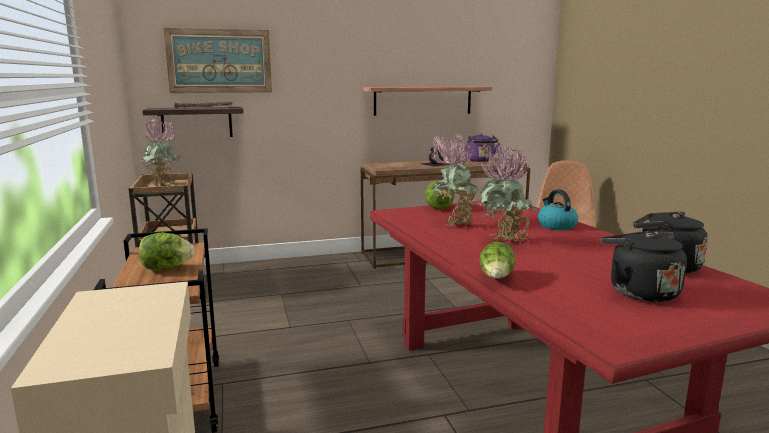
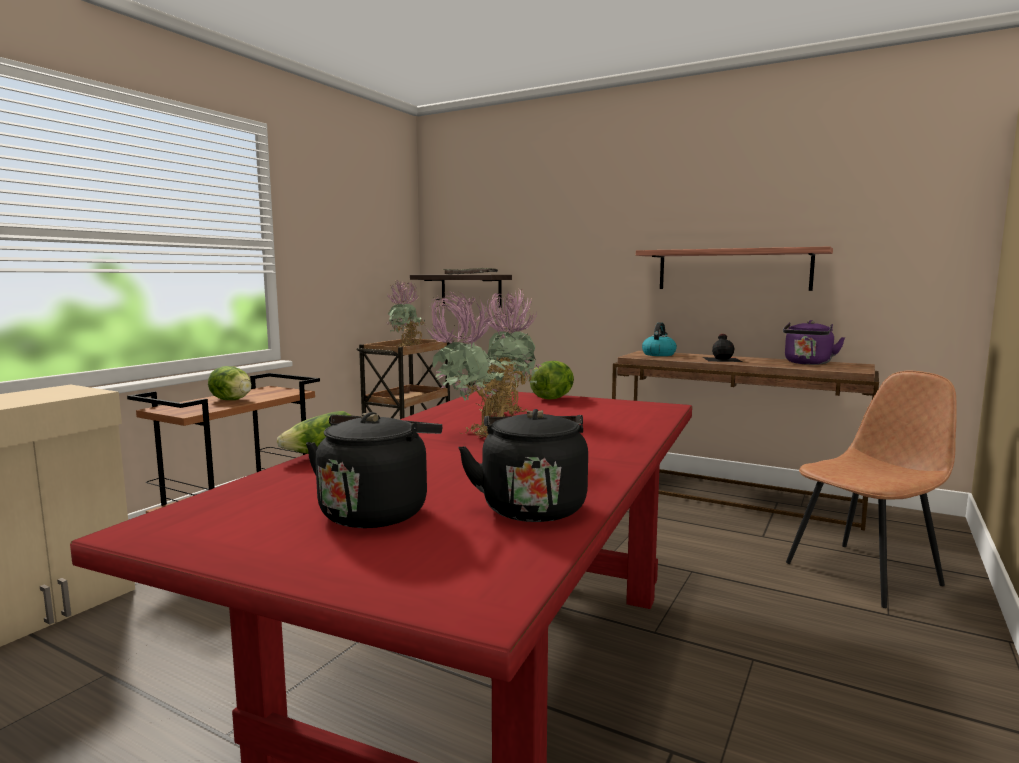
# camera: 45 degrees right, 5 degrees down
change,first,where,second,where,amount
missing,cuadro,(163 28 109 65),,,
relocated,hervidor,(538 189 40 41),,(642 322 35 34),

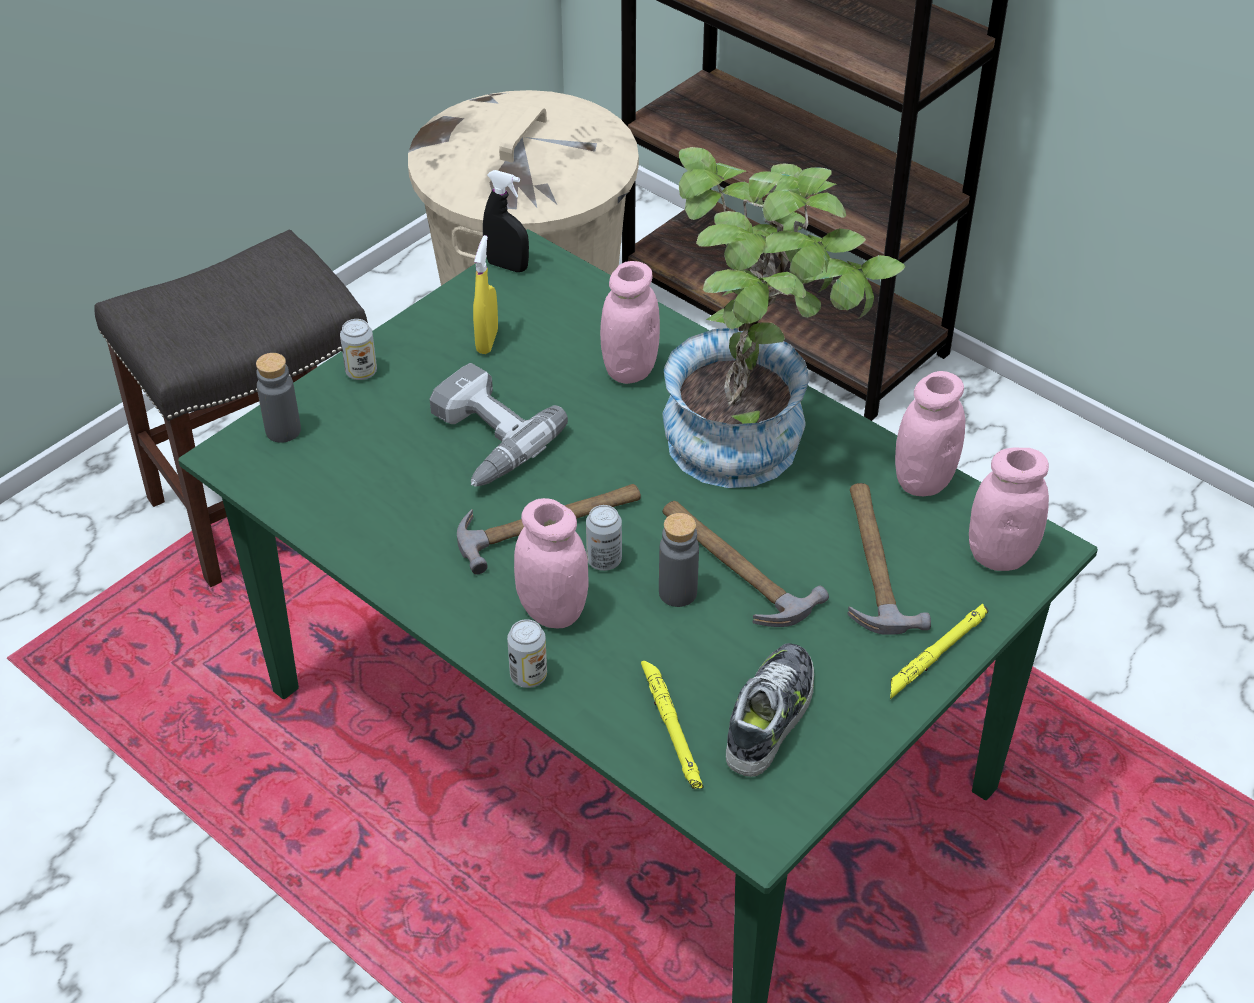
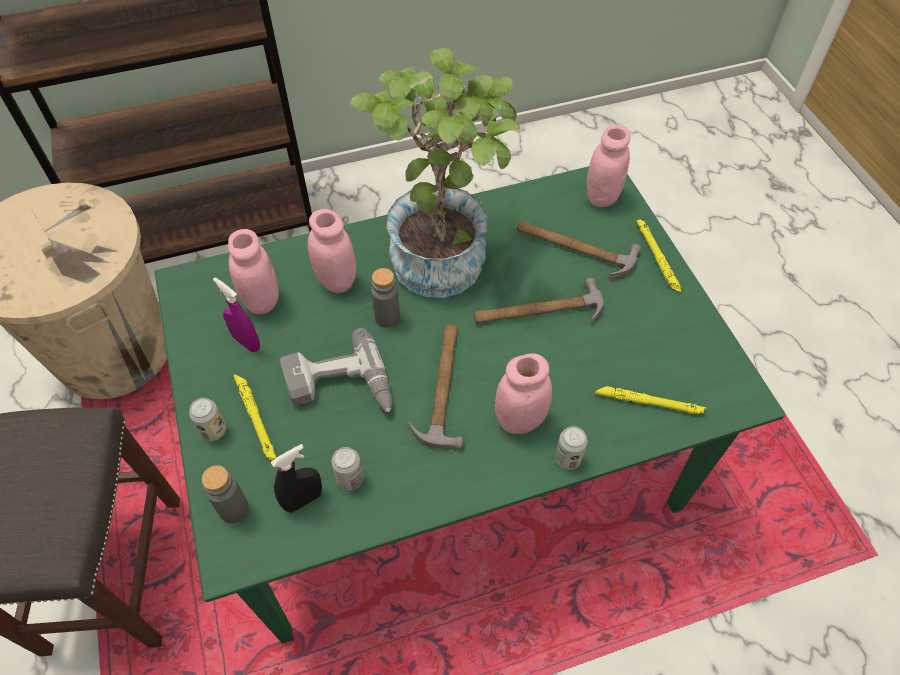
# camera: 60 degrees left, 10 degrees up
change,first,where,second,where,amount
missing,zapato,(726 643 88 134),,,
appeared,,,linterna/amarillo,(233 374 43 88),
relocated,pulverizador/negro,(483 170 46 102),,(271 444 51 69),
relocated,lata,(586 505 36 66),,(331 447 33 44),
relocated,botella/gris,(659 513 40 94),,(371 268 29 60),
relocated,tarro/rosa,(895 371 71 125),,(228 229 51 85),
colour,pulverizador/amarillo,(473 235 25 119),pulverizador/morado,(213 277 47 75),

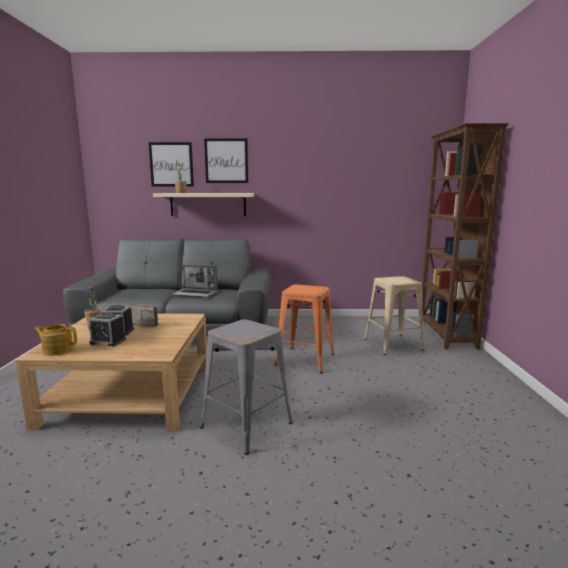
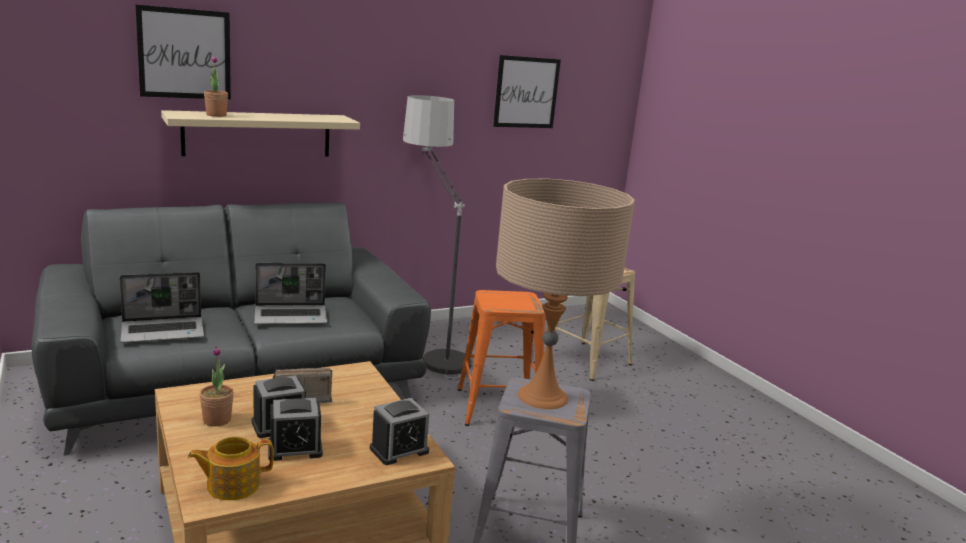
# camera: 30 degrees left, 5 degrees up
change,first,where,second,where,amount
missing,estantería/marrón,(422 123 87 227),,,
appeared,,,portátil,(119 272 85 71),
appeared,,,despertador,(370 398 59 67),
appeared,,,lámpara de pie,(403 95 69 283),
appeared,,,lámpara de mesa/beis,(496 179 139 230),
relocated,cuadro,(204 138 44 45),,(493 55 68 73),

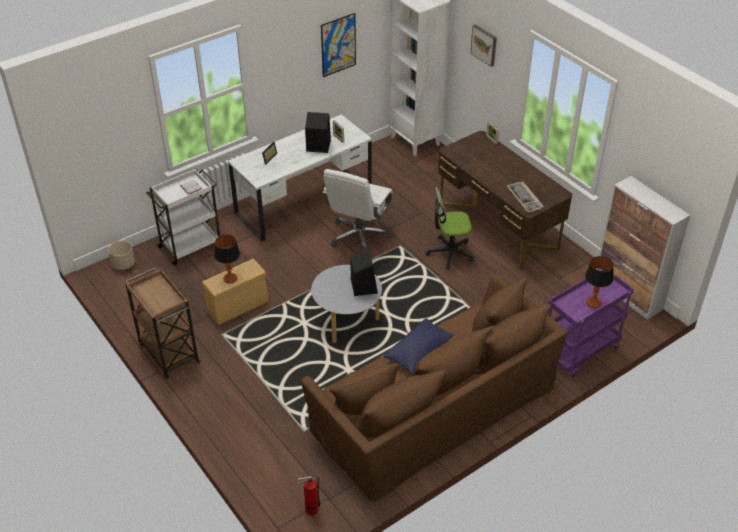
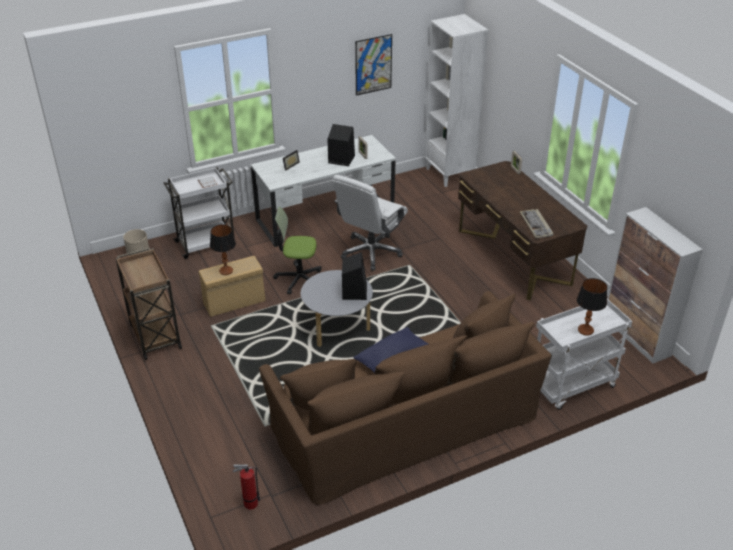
# camera: 10 degrees right, 5 degrees down
change,first,where,second,where,amount
missing,cuadro,(470 24 27 43),,,
relocated,silla de oficina,(425 187 49 83),,(273 207 49 88),
colour,carrito/morado,(548 269 86 108),carrito/blanco,(536 299 96 111),

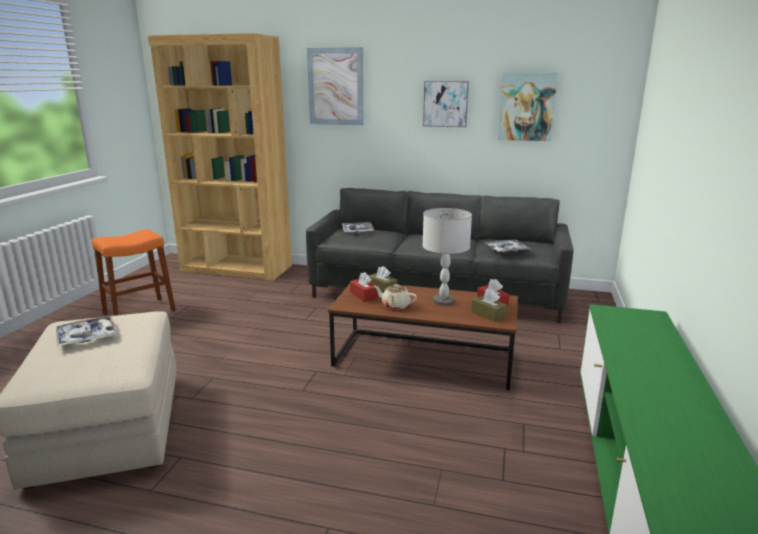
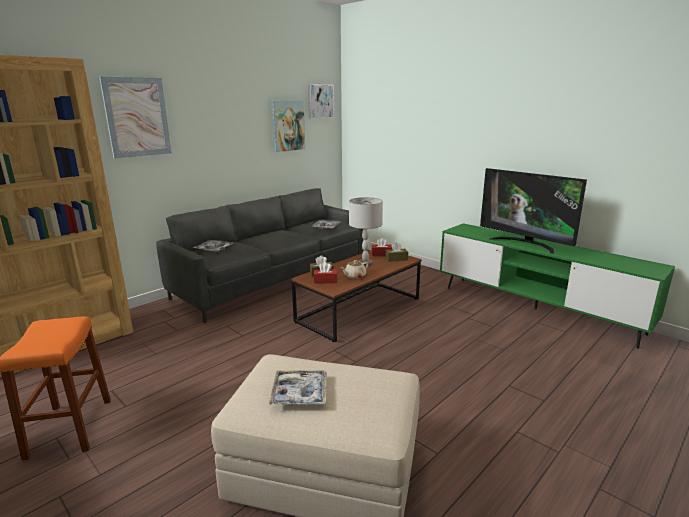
# camera: 60 degrees left, 0 degrees up
change,first,where,second,where,amount
appeared,,,televisor,(480 168 107 86),
relocated,cuadro,(423 81 46 46),,(308 84 26 35),

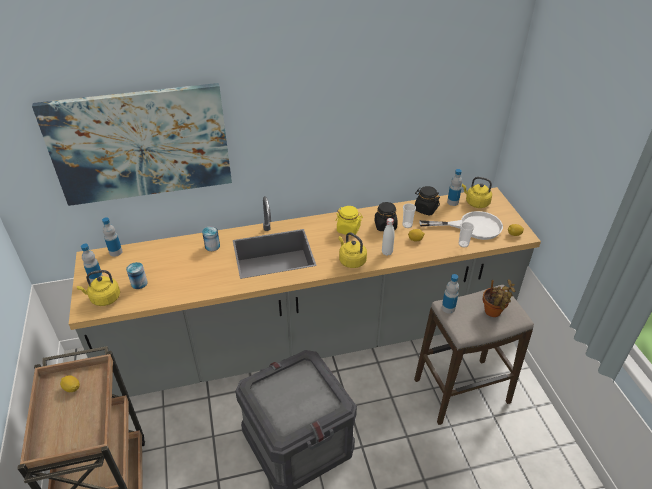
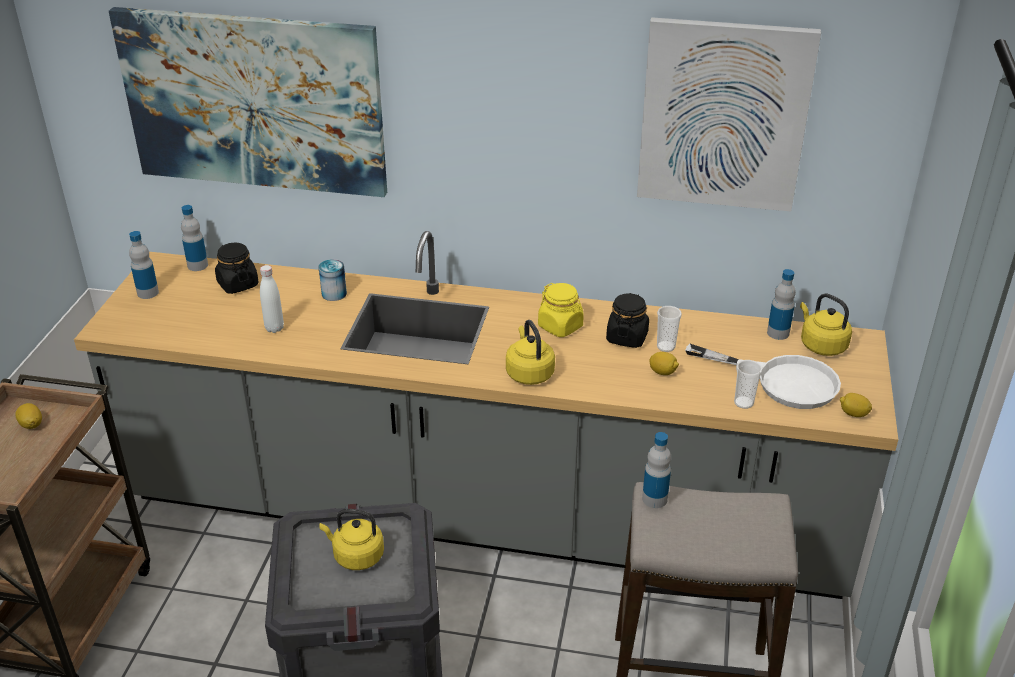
# camera: 25 degrees right, 5 degrees down
change,first,where,second,where,amount
missing,lata,(126 262 22 27),,,
missing,planta en maceta,(483 279 32 38),,,
appeared,,,cuadro,(637 17 184 194),
relocated,hervidor/amarillo,(77 270 43 36),,(319 509 65 61),
relocated,botella/blanco,(382 218 13 38),,(260 265 24 68),
relocated,tarro/negro,(415 186 25 29),,(215 243 44 51),

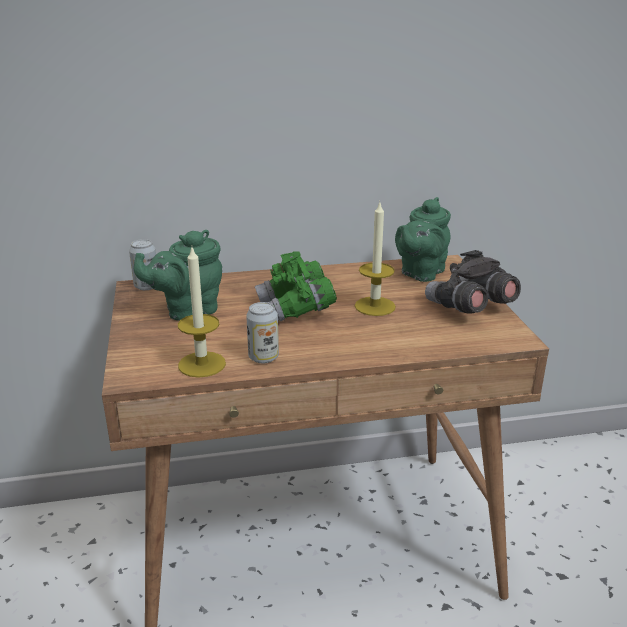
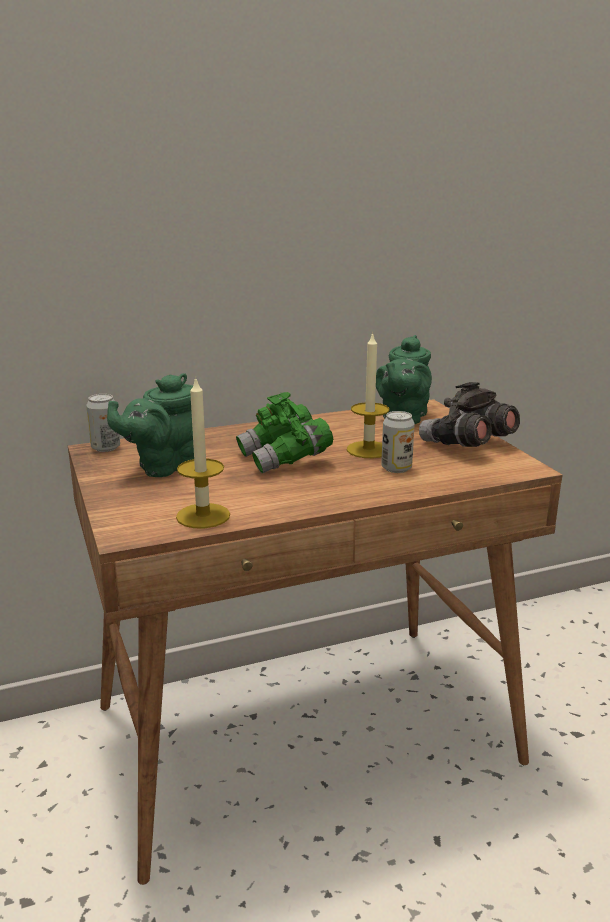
# camera: 10 degrees left, 5 degrees down
change,first,where,second,where,amount
relocated,lata,(246 302 33 61),,(381 411 34 62),

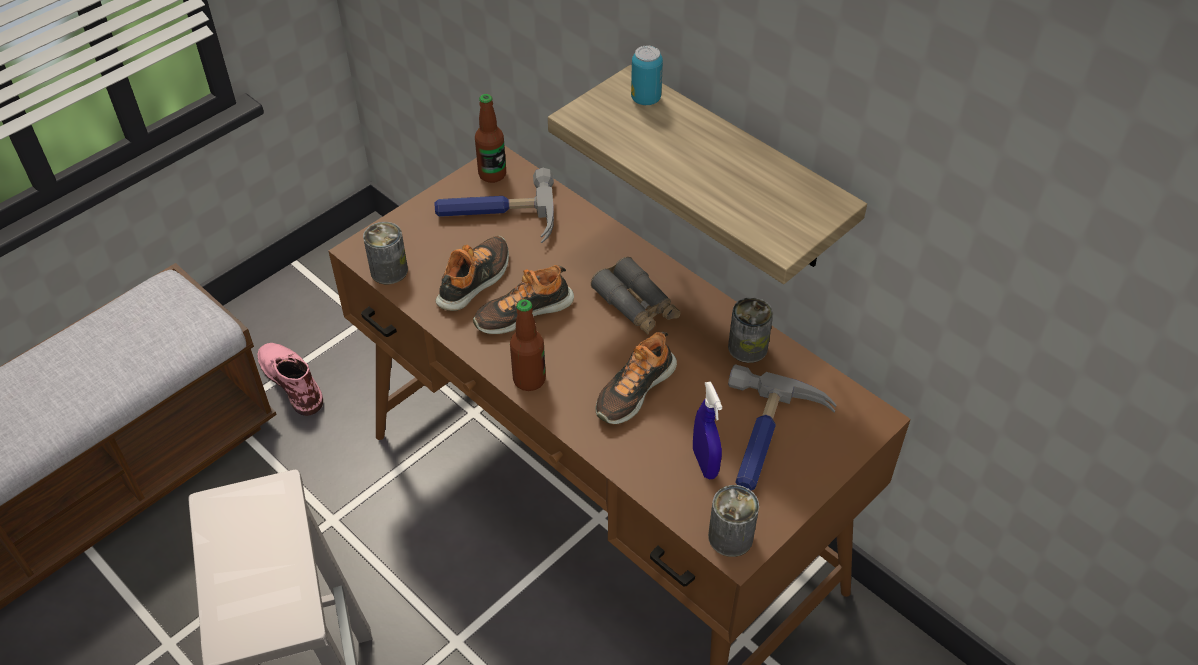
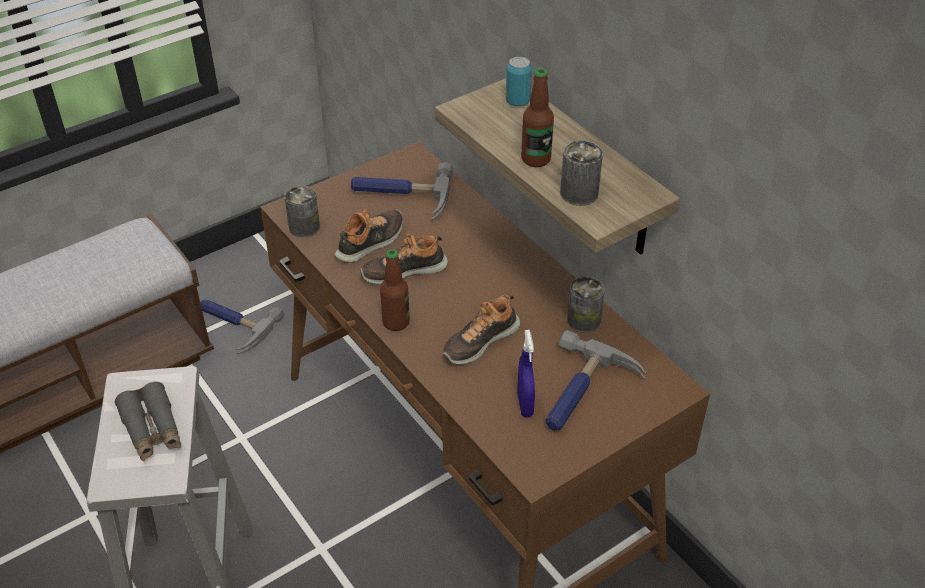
# camera: 10 degrees right, 5 degrees down
change,first,where,second,where,amount
relocated,botella,(475 94 31 89),,(521 68 33 99),
relocated,prismáticos/gris,(591 257 89 78),,(115 382 66 79),
relocated,lata,(708 485 51 72),,(560 141 43 65),
exchanged,bota/rosa,(257 343 66 73),martillo,(200 299 85 55),

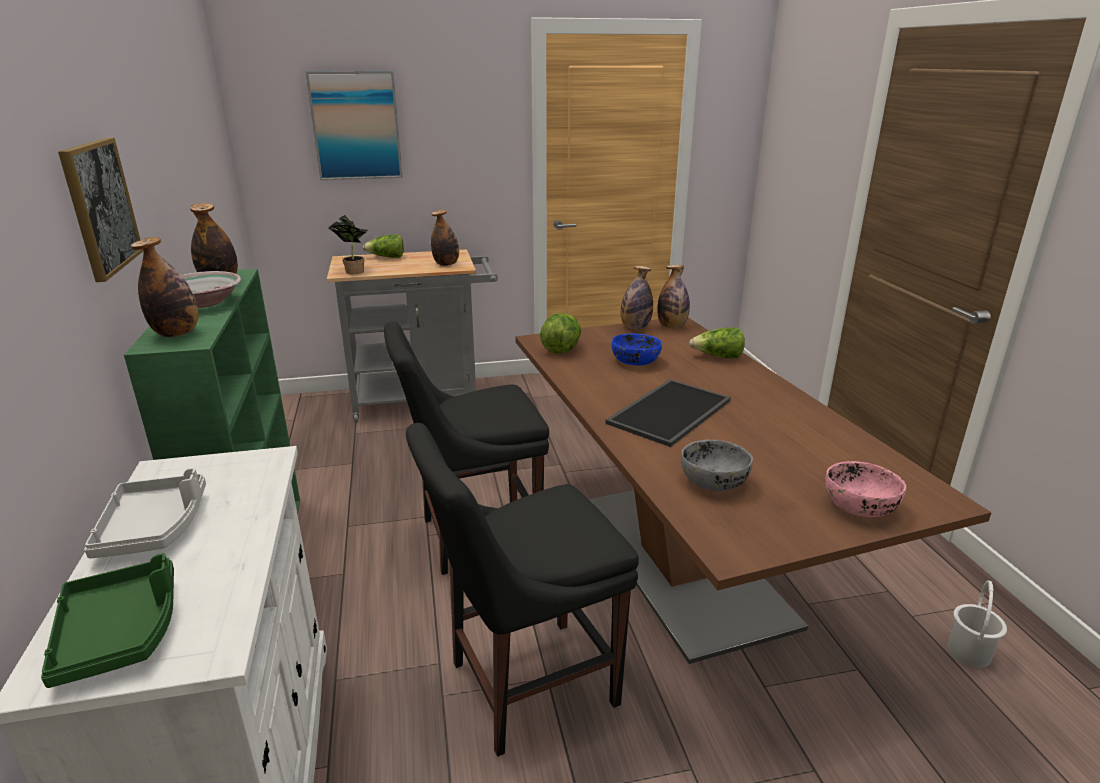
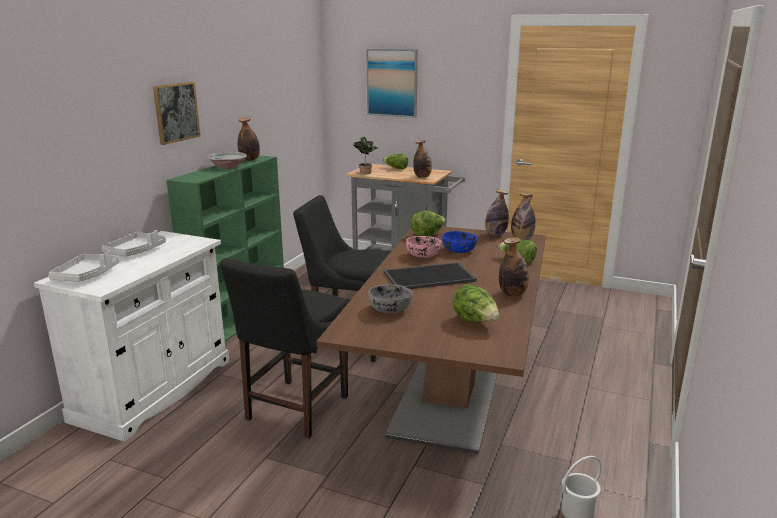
# camera: 35 degrees right, 5 degrees down
change,first,where,second,where,amount
appeared,,,lechuga,(453 284 46 39),
relocated,botella,(131 237 67 100),,(499 237 30 59),
relocated,cuenco/rosa,(825 461 81 56),,(406 236 36 22),
colour,bandeja/verde,(41 553 133 135),bandeja/gris,(48 250 71 32),
spun,silla/negro,(406 423 233 334),,(220 258 129 180),75 degrees counterclockwise

